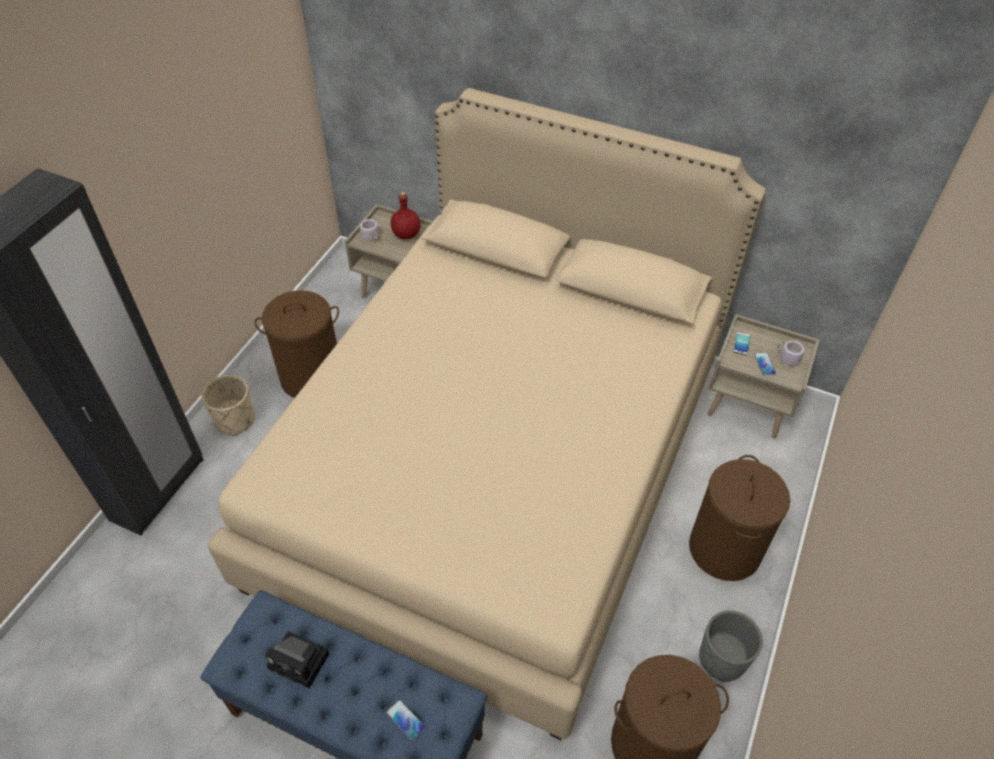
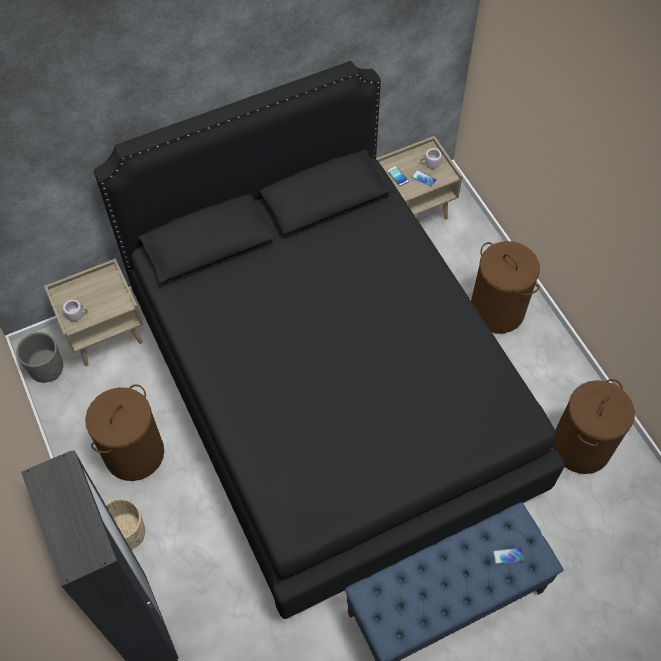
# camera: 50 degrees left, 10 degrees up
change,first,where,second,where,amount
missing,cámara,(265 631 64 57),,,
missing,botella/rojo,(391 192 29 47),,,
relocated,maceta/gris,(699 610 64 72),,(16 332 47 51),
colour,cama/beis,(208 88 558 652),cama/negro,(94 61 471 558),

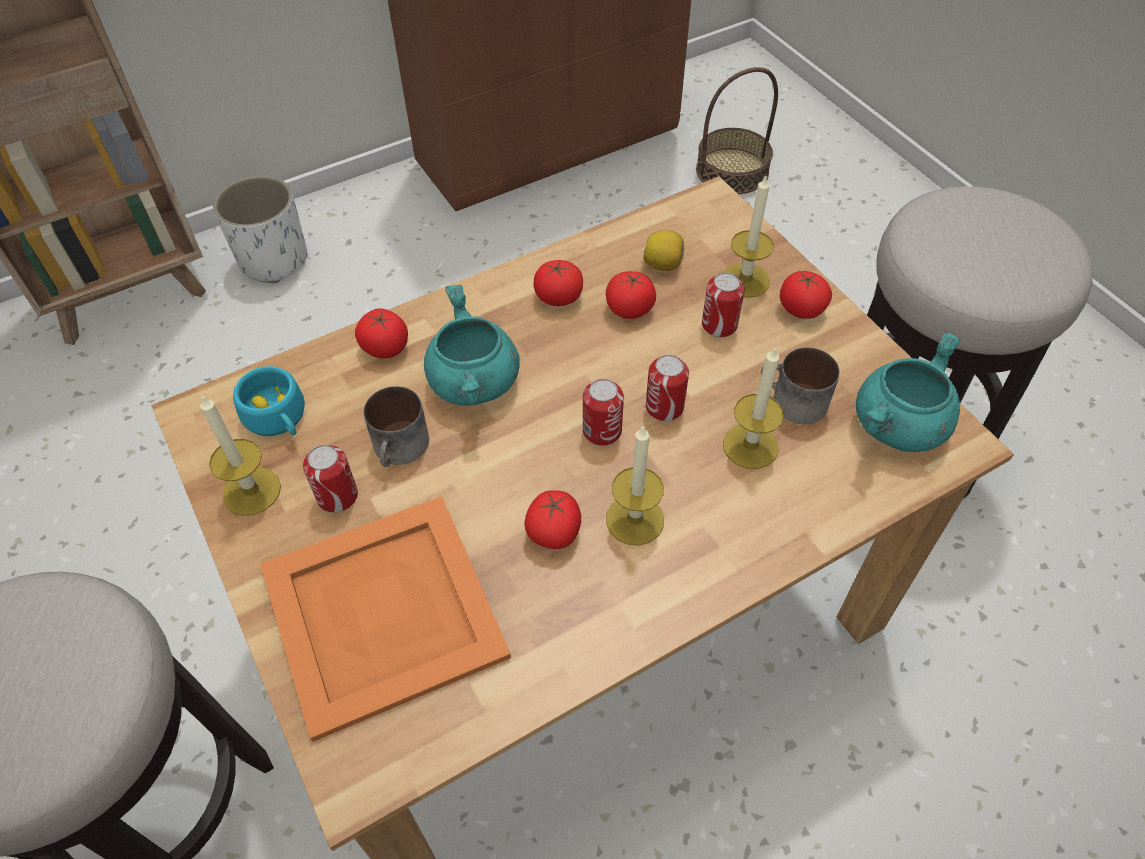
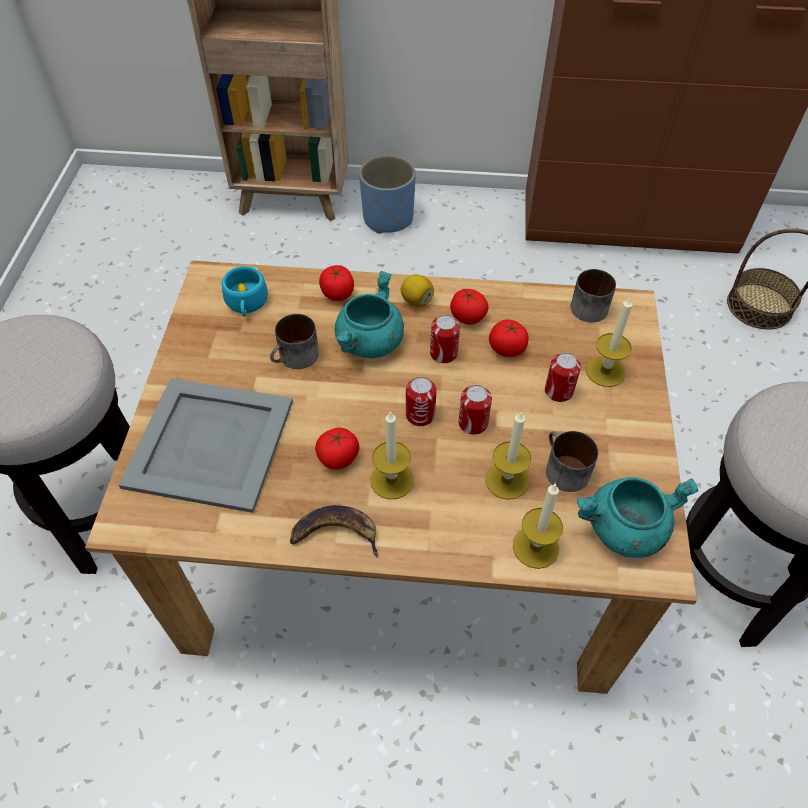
# camera: 35 degrees right, 0 degrees up
change,first,where,second,where,amount
missing,tomate,(780 271 52 48),,,
appeared,,,plátano,(290 505 88 53),
appeared,,,taza grande,(571 269 45 53),
relocated,vela,(200 395 81 121),,(513 483 50 86),
relocated,lata,(303 445 55 67),,(430 315 30 48),
relocated,limón,(643 230 42 41),,(401 274 33 33),
colour,maceta/blanco,(213 175 95 108),maceta/azul,(359 155 57 79),
colour,bandeja/naranja,(261 496 250 246),bandeja/gris,(119 378 174 135),

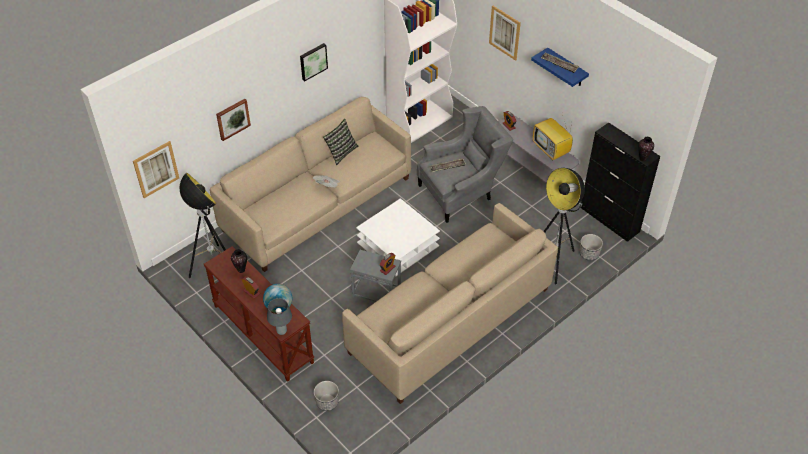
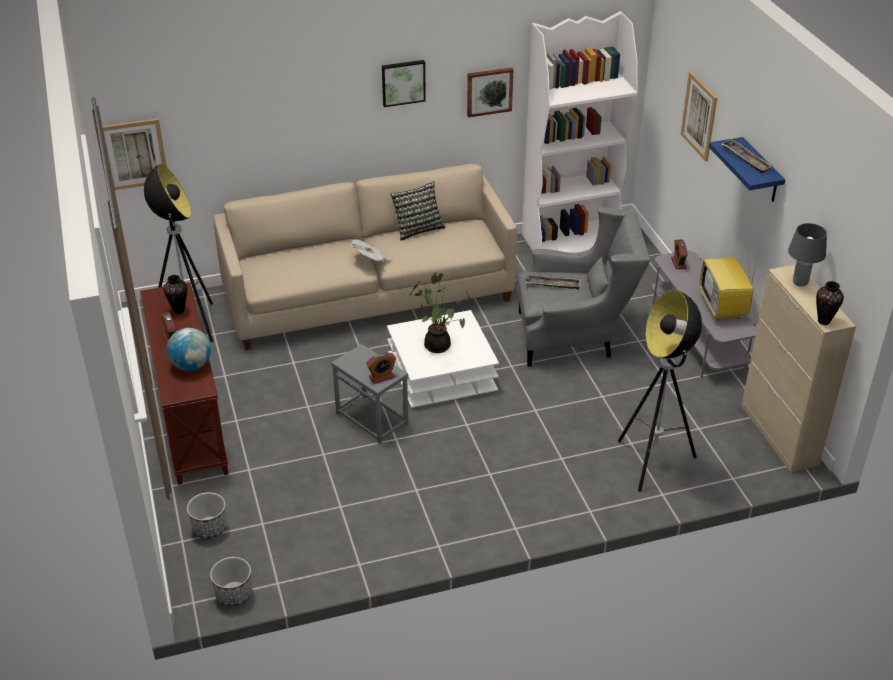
# camera: 25 degrees right, 10 degrees down
change,first,where,second,where,amount
missing,sofá/beis,(342 203 216 201),,,
appeared,,,planta en maceta,(410 272 63 81),
relocated,cuadro,(216 99 35 42),,(467 67 46 51),
relocated,lámpara de mesa/gris,(267 298 25 37),,(788 223 39 64),
relocated,maceta,(579 234 24 27),,(210 557 42 49),
colour,armario/negro,(581 122 79 120),armario/beis,(742 264 114 208),

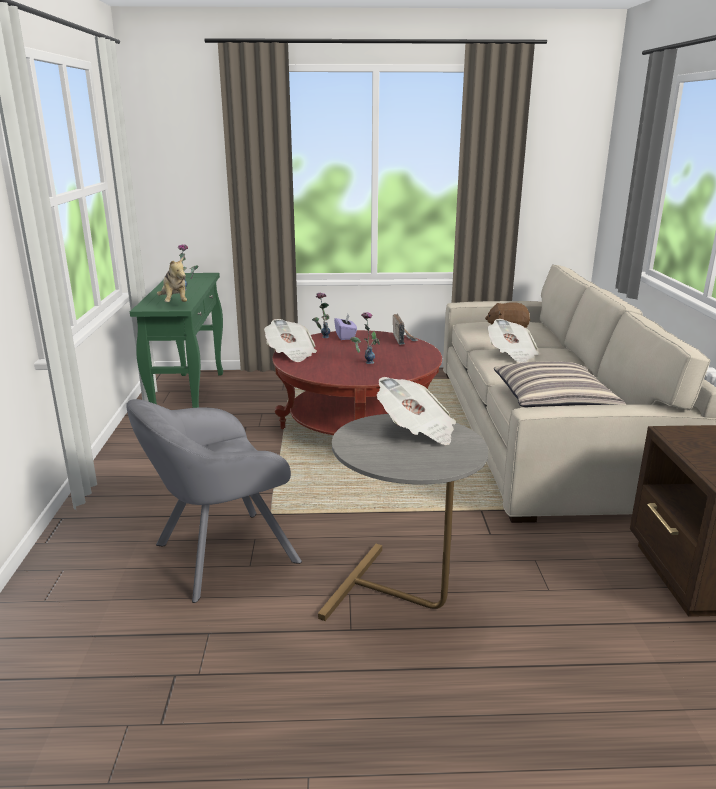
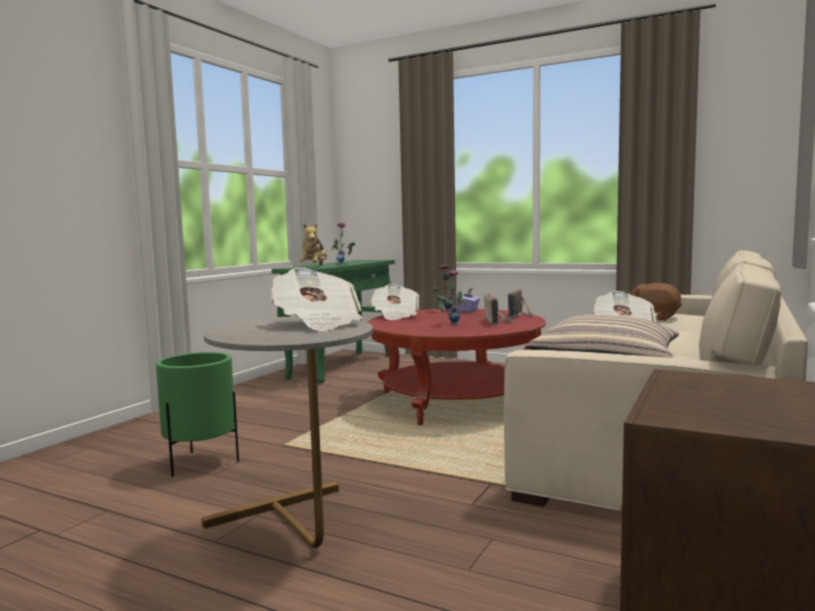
# camera: 30 degrees right, 15 degrees down
change,first,where,second,where,amount
appeared,,,radio,(484 294 30 30),
exchanged,sillón/gris,(126 399 176 204),maceta/verde,(156 352 83 125),

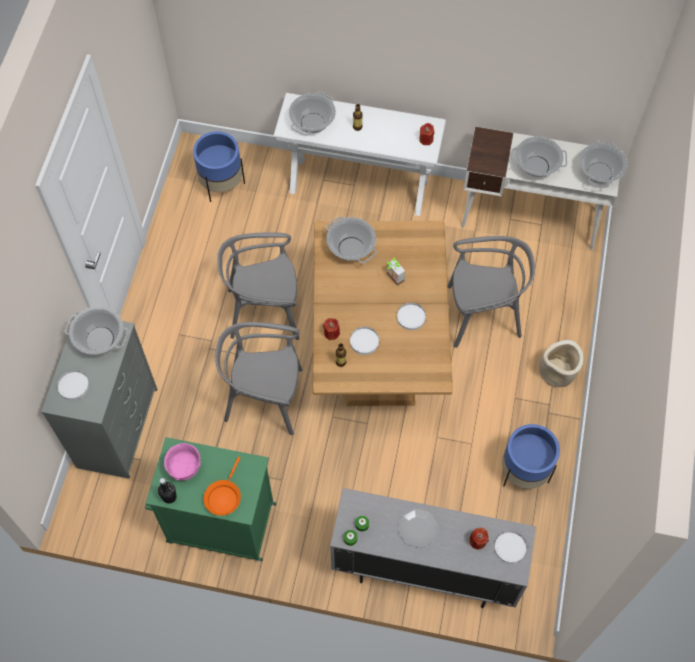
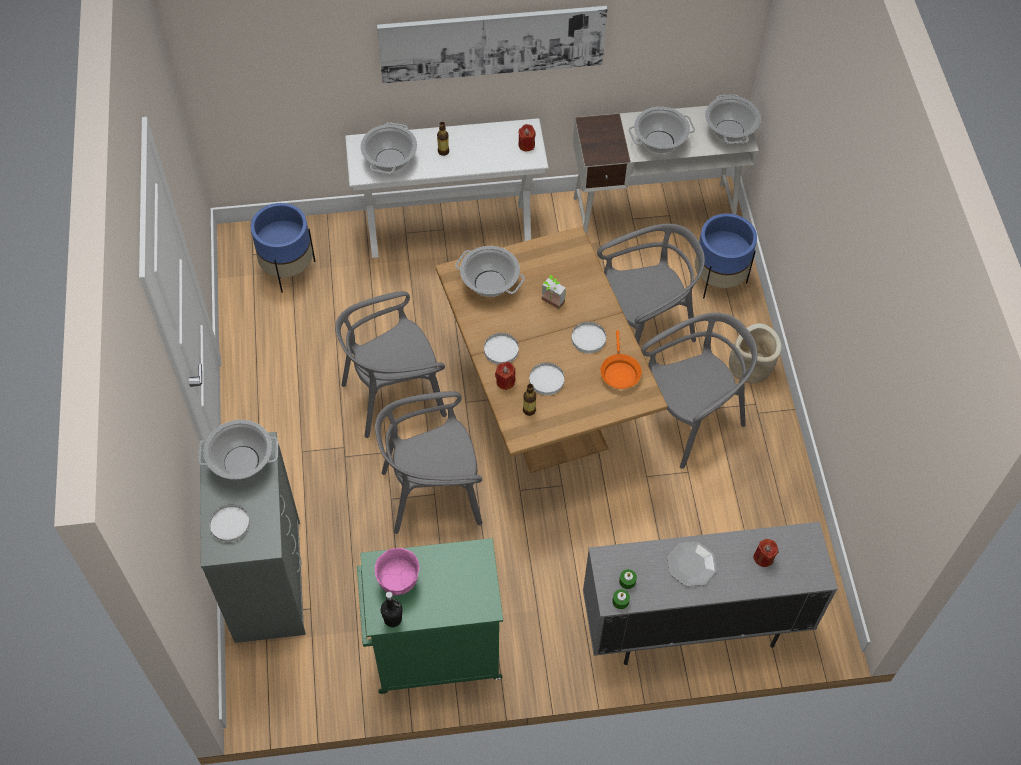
# camera: 20 degrees left, 5 degrees down
change,first,where,second,where,amount
appeared,,,cuadro,(377 6 230 78),
appeared,,,silla/gris,(641 313 117 156),
relocated,sartén/naranja,(203 457 38 59),,(601 331 41 58),
relocated,plato/blanco,(494 531 33 33),,(484 333 35 32),
relocated,maceta/azul,(502 424 58 65),,(695 213 62 86),

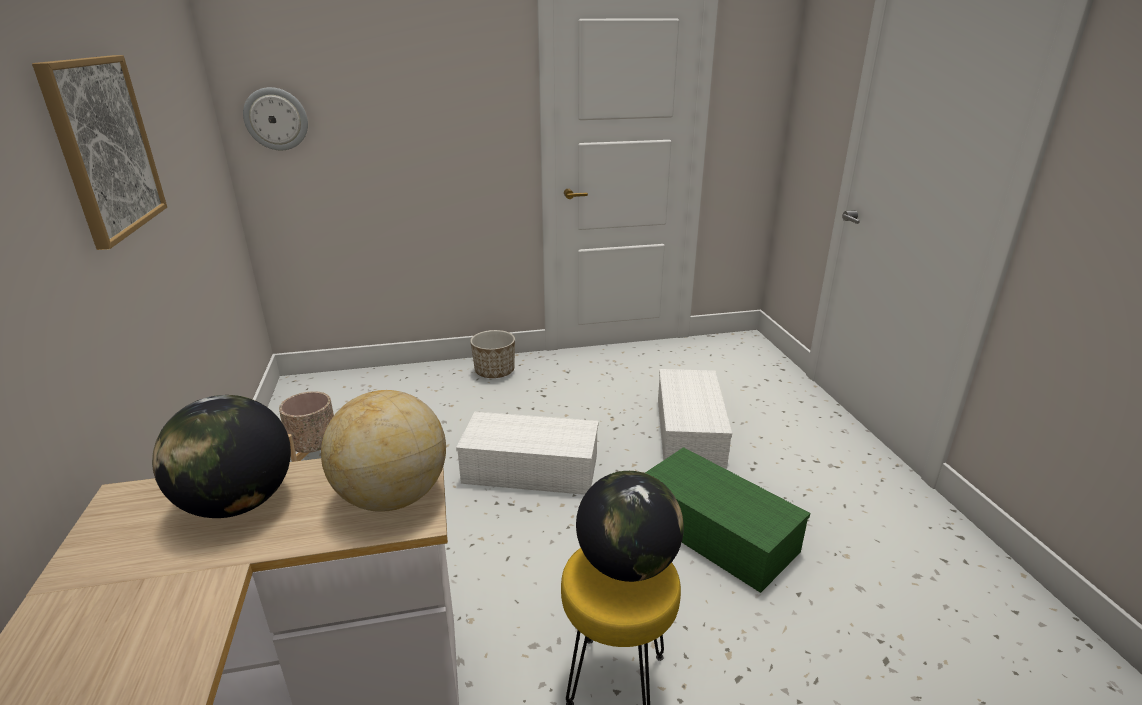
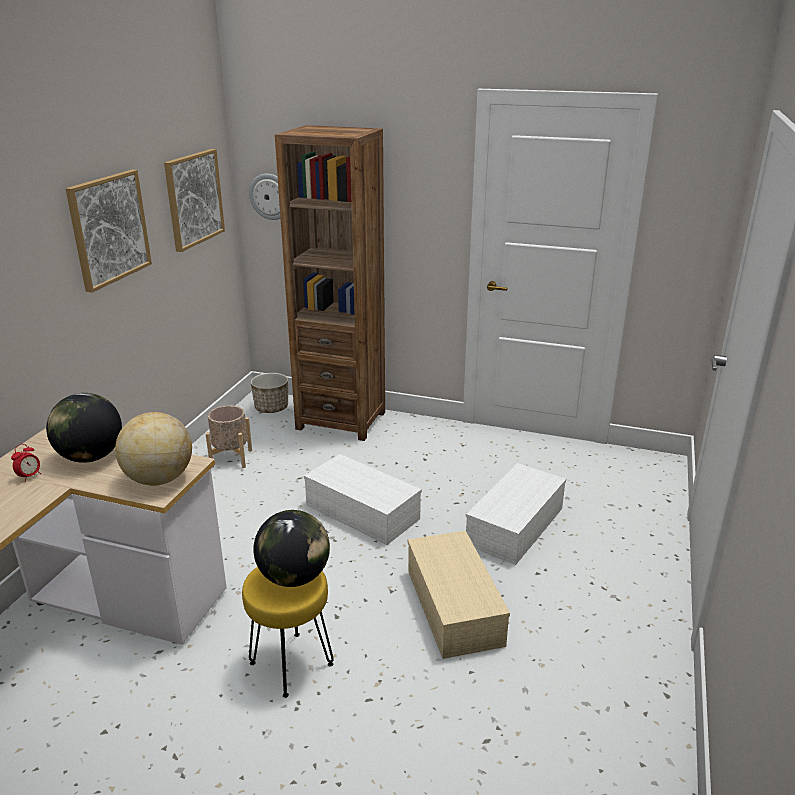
# camera: 30 degrees right, 0 degrees up
change,first,where,second,where,amount
appeared,,,despertador,(11 444 30 38),
appeared,,,cuadro,(164 149 61 103),
appeared,,,estantería/marrón,(275 125 110 316),
relocated,maceta,(470 330 45 48),,(251 373 37 40),
colour,caja de almacenaje/verde,(645 447 165 146),caja de almacenaje/beis,(408 531 102 128),

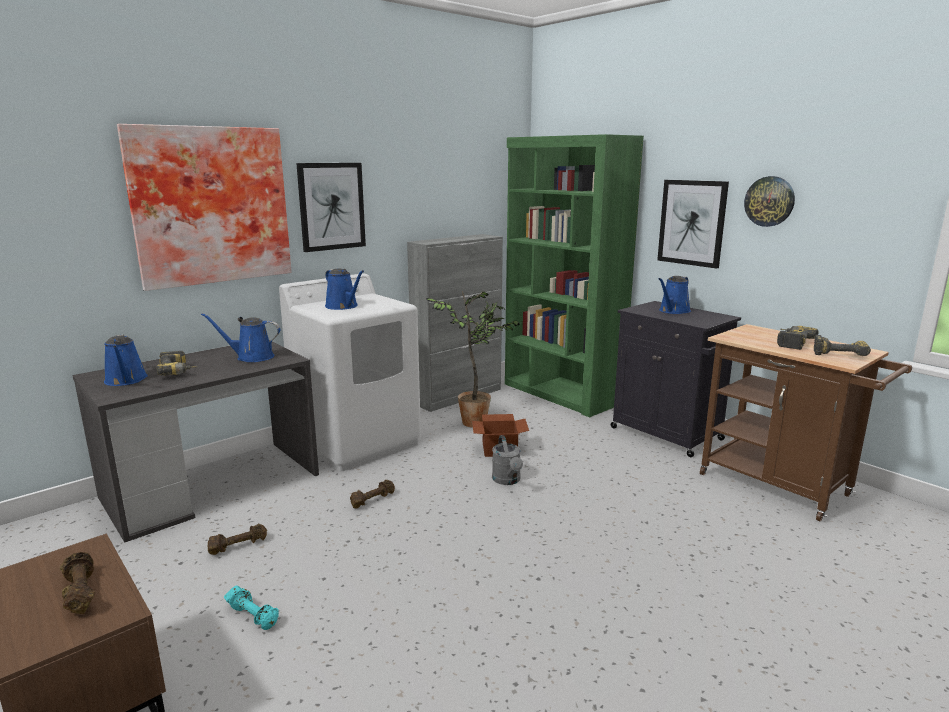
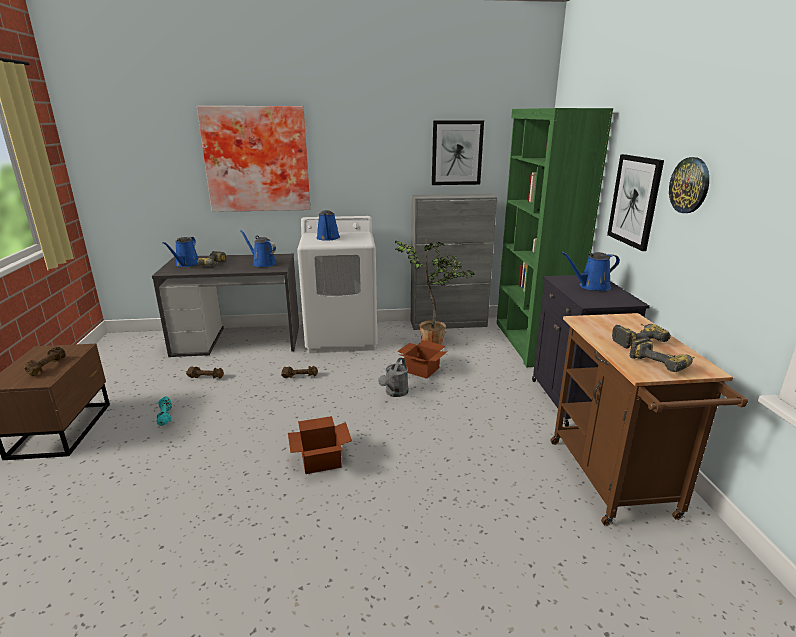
# camera: 35 degrees right, 5 degrees up
change,first,where,second,where,amount
appeared,,,caja de cartón,(288 416 64 58),
relocated,cuadro,(296 163 70 89),,(432 120 52 65),

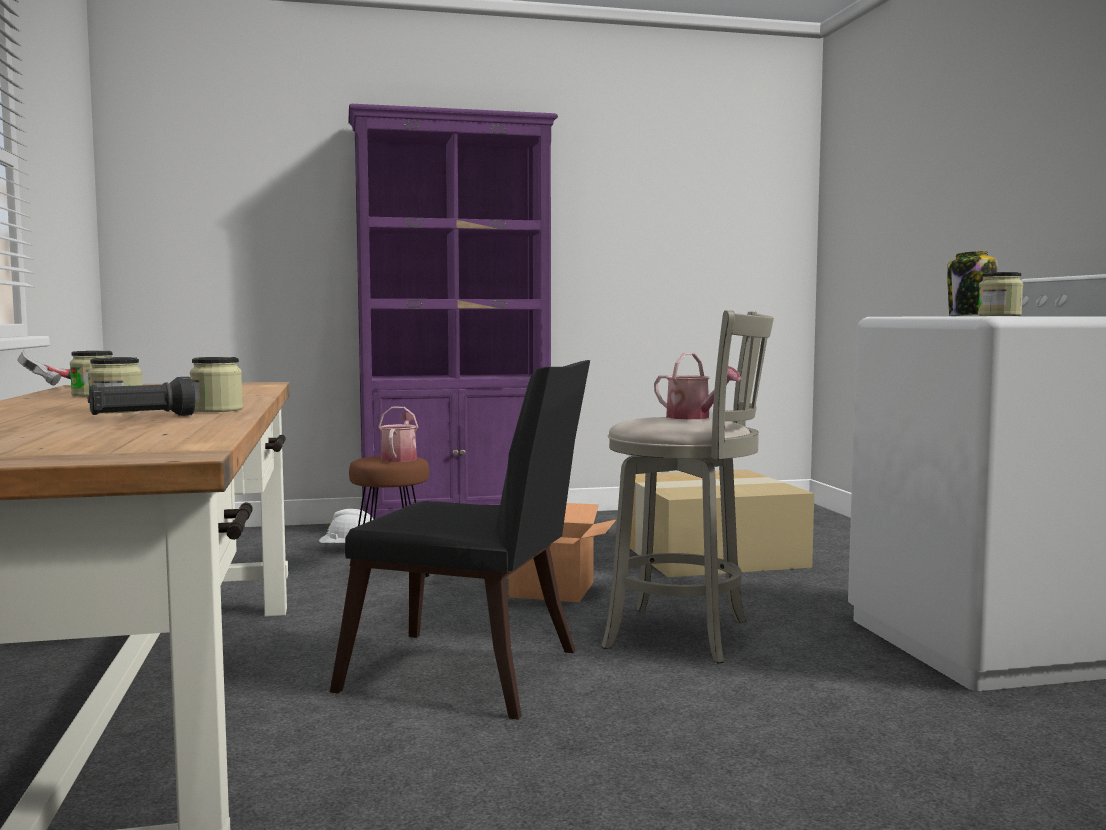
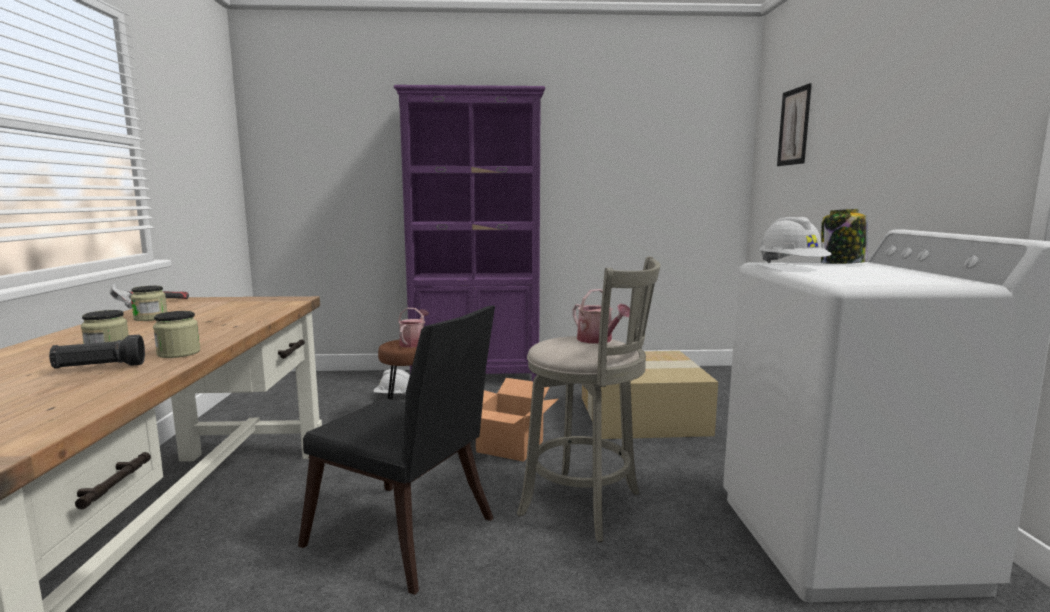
# camera: 10 degrees right, 5 degrees up
change,first,where,second,where,amount
missing,tarro,(978 272 45 44),,,
appeared,,,casco/blanco,(758 217 74 46),
appeared,,,cuadro,(777 83 35 83),

